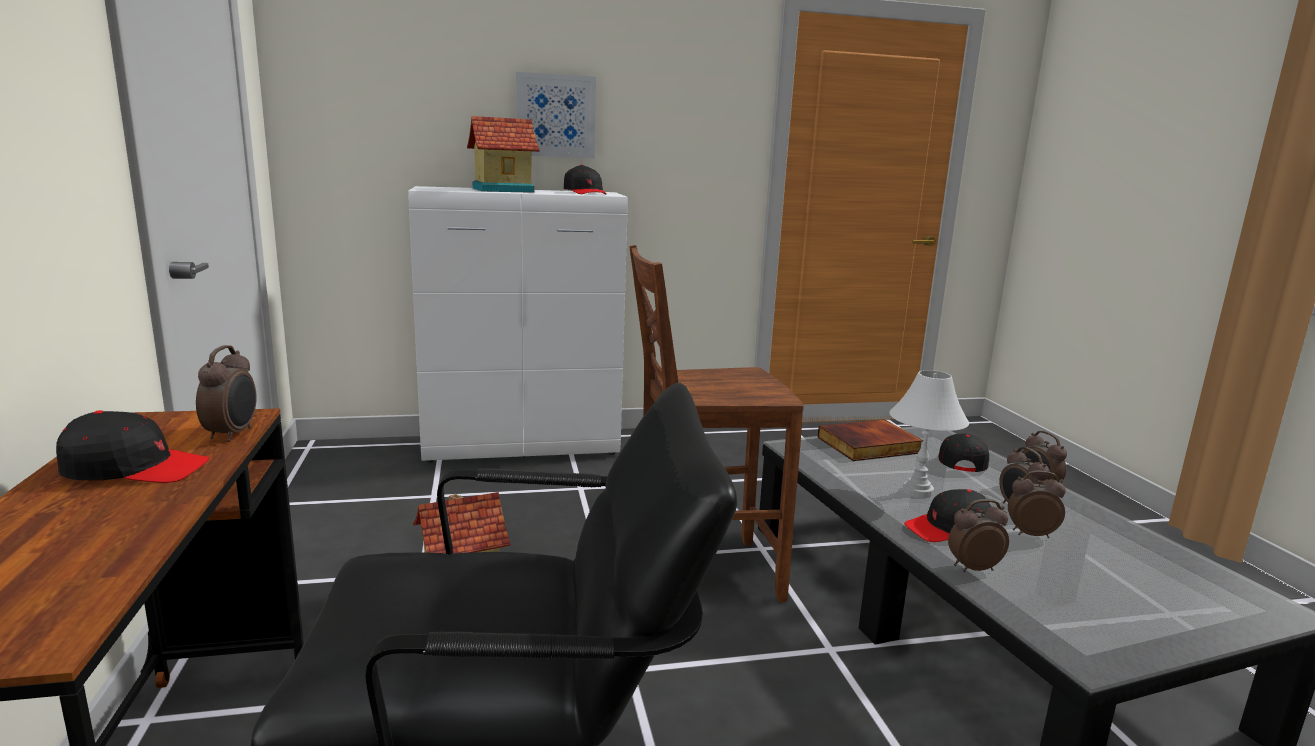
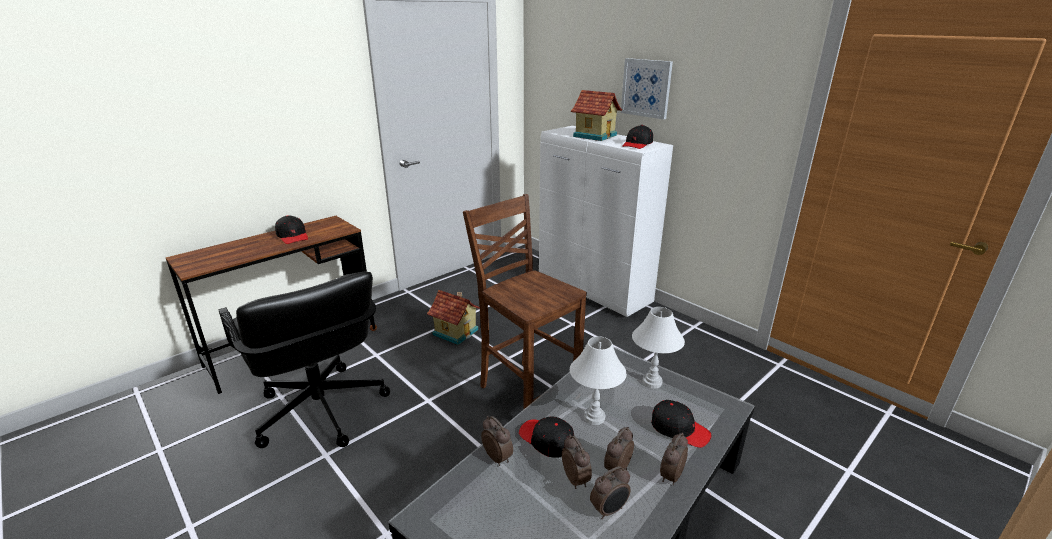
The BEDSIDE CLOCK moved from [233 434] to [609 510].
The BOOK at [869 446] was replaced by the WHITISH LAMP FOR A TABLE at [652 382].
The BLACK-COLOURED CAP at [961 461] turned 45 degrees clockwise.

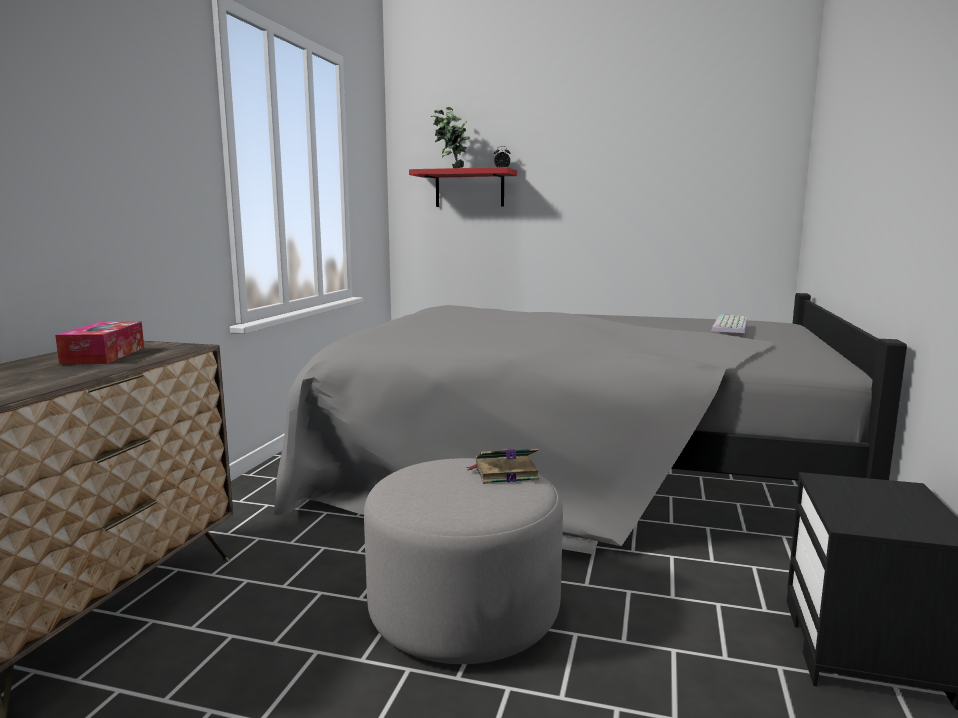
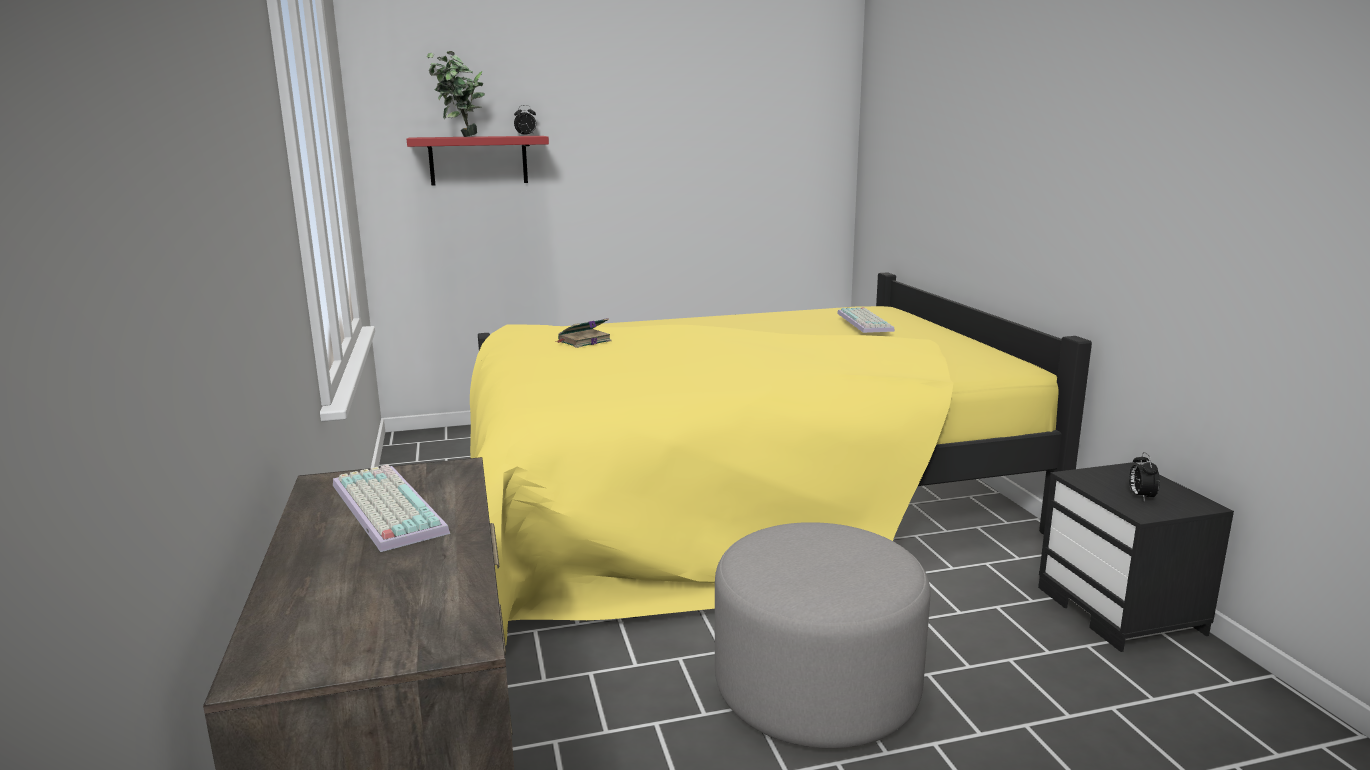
The BEDSIDE CLOCK at [1140 496] appeared.
The BOOK moved from [504 473] to [583 341].
The BOX OF TISSUES at [104 355] was replaced by the PC KEYBOARD at [383 508].
The GREYISH SLEEPING BED at [574 467] became the YELLOW SLEEPING BED at [733 500].

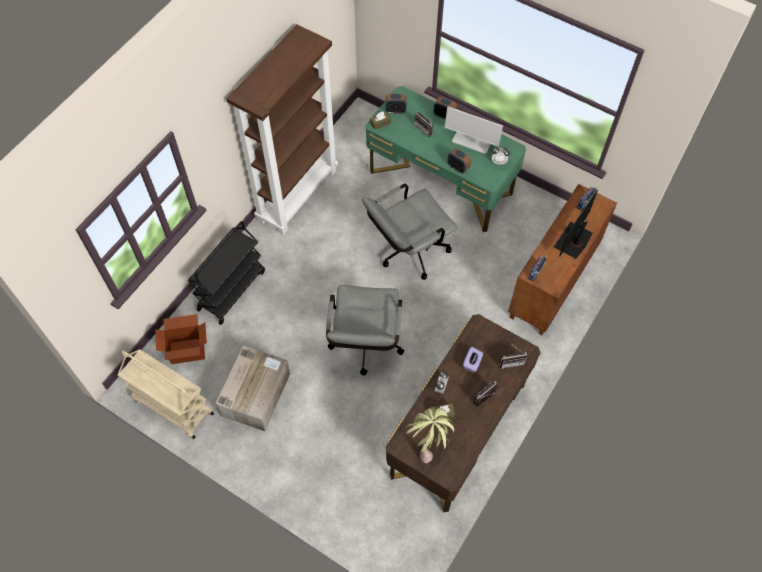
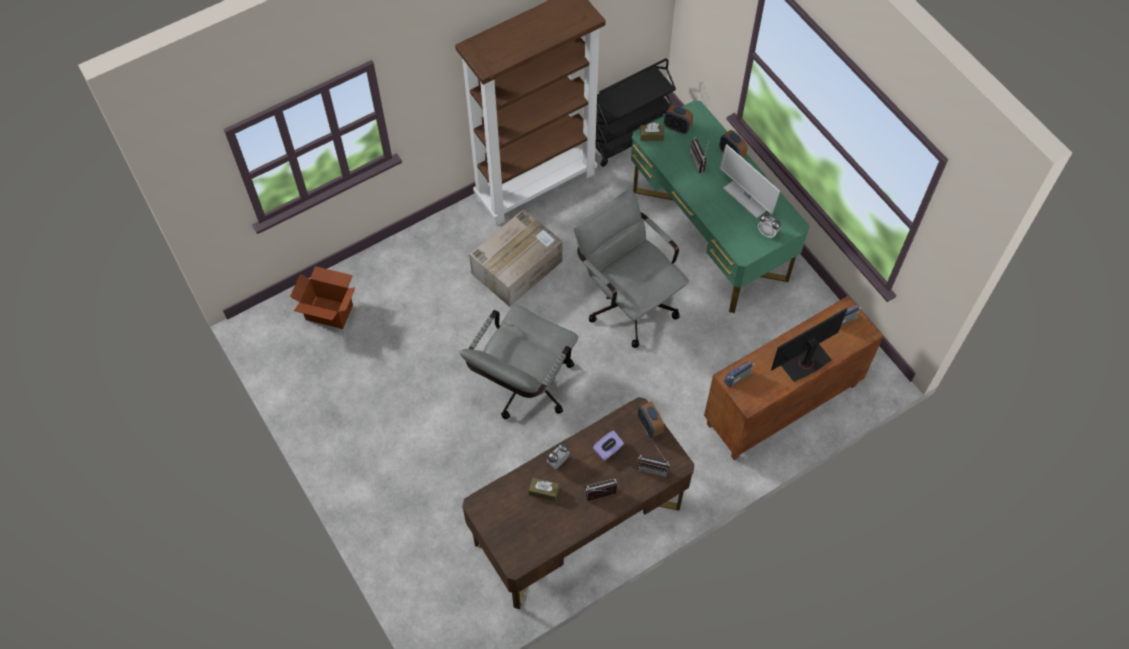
The SAND-COLOURED WHEELED CART at [172 406] disappeared.
The HOUSEPLANT at [428 444] disappeared.
The BLACK-COLOURED WHEELED CART moved from [231 290] to [628 136].
The CARTON moved from [256 393] to [518 266].
The BEDSIDE CLOCK moved from [458 167] to [649 426].
The GREYISH DESK CHAIR at [407 252] turned 60 degrees clockwise.

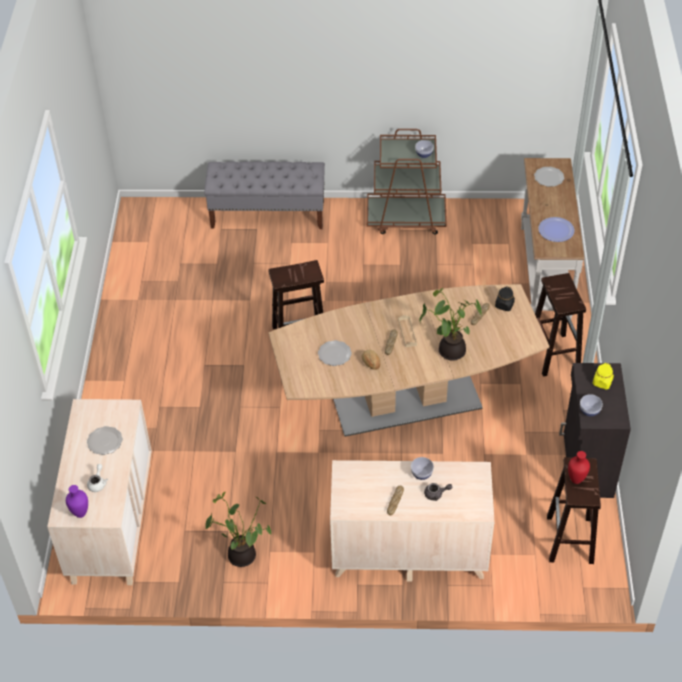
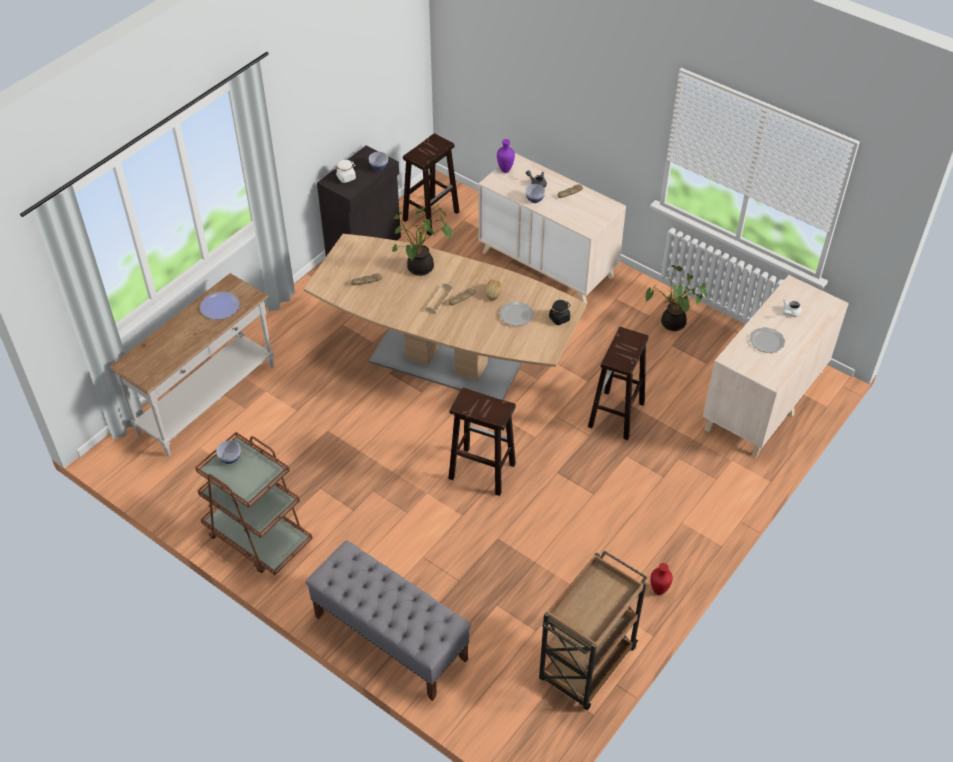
The FLAT DISH at [548 177] disappeared.
The BROWN WHEELED CART at [586 666] appeared.
The PURPLE FLOWER VASE moved from [80 514] to [506 170].
The BLACK-COLOURED JAR moved from [504 305] to [559 318].
The BROWN STOOL moved from [553 354] to [616 415].
The RED-COLOURED FLOWER VASE moved from [575 480] to [659 591].
The YELLOW JAR at [602 382] became the WHITISH JAR at [346 178].

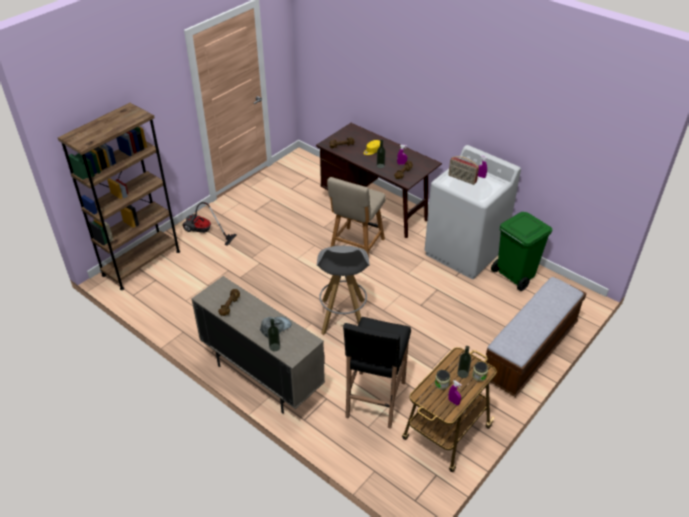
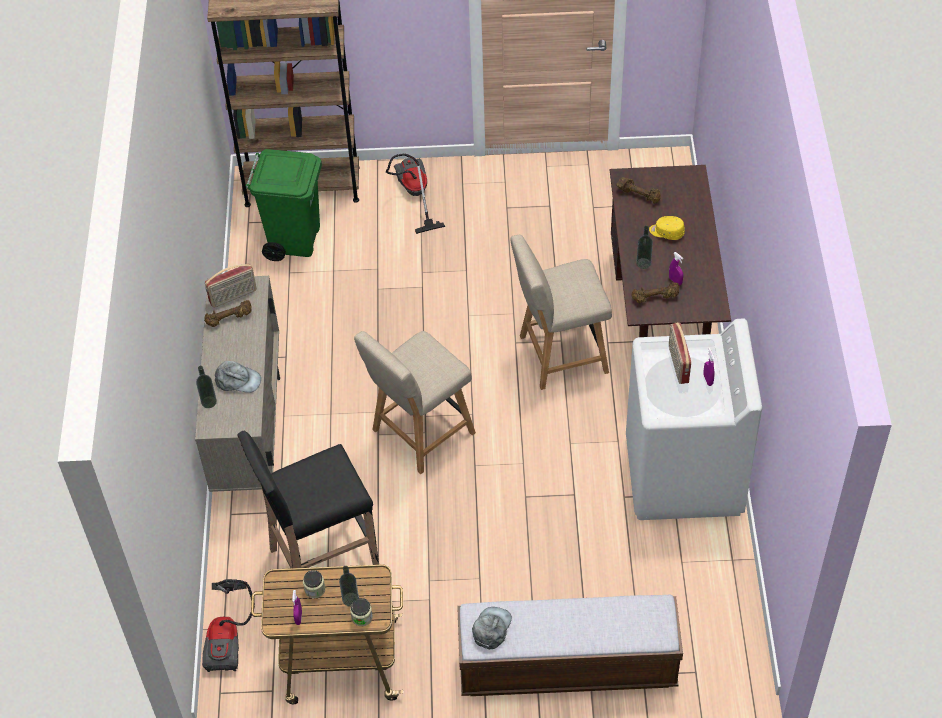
The VACUUM CLEANER at [229 636] appeared.
The RADIO RECEIVER at [233 296] appeared.
The GREYISH CAP at [491 628] appeared.
The GREEN-COLOURED RUBBISH BIN moved from [514 275] to [294 240].
The GREYISH STOOL at [343 317] was replaced by the SAND-COLOURED UPRIGHT CHAIR at [419 434].

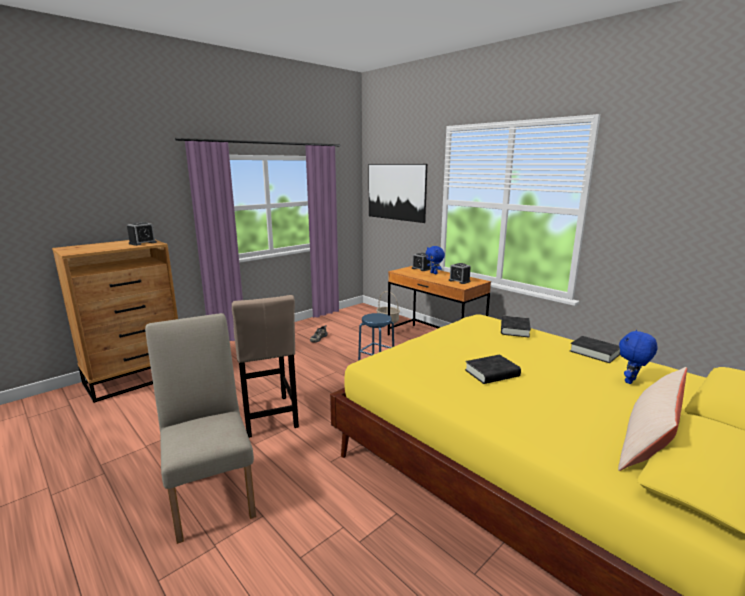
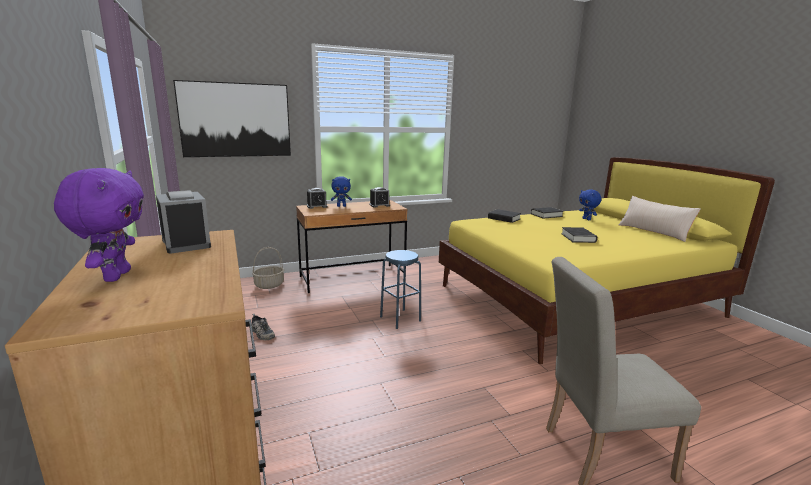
The SAND-COLOURED STOOL at [269 418] disappeared.
The PURPLE PLUSH TOY at [115 276] appeared.

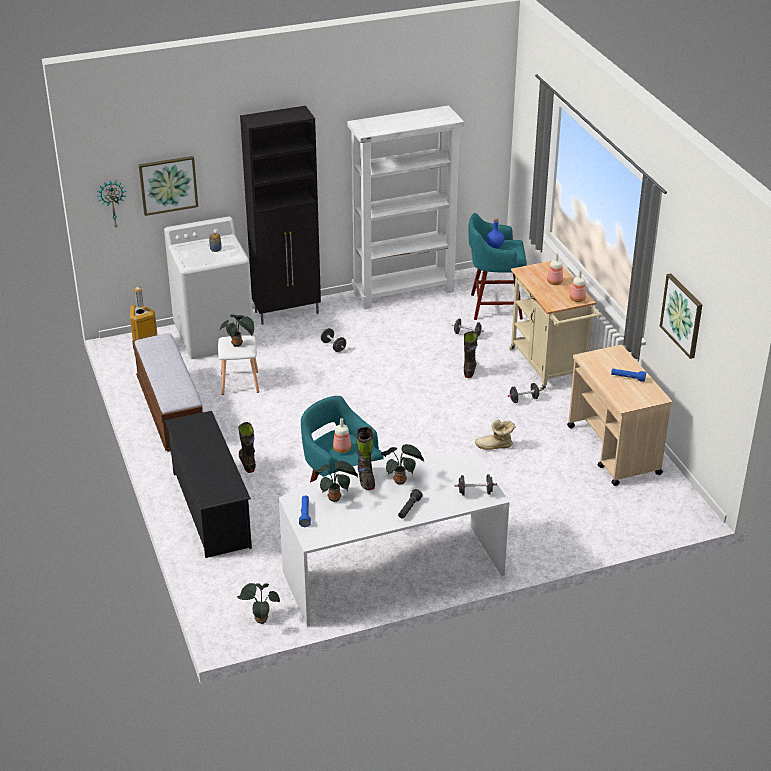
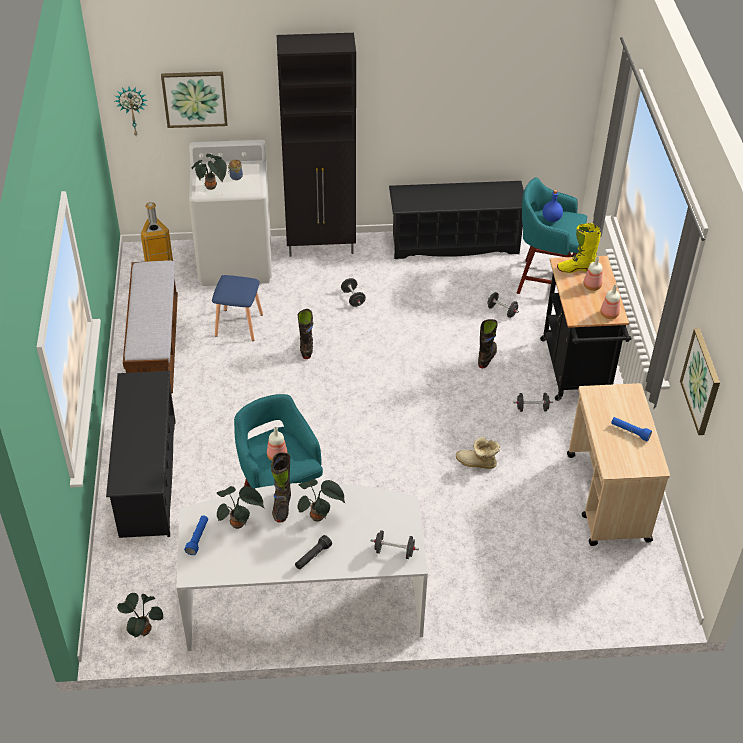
The YELLOW HIGH-TOP BOOT at [576 268] appeared.
The HOUSEPLANT moved from [238 345] to [212 187].
The BLACK-COLOURED HIGH-TOP BOOT moved from [247 463] to [306 347].
The WHITISH BOOKCASE at [404 292] was replaced by the BLACK-COLOURED SHOE SHELF at [454 243].
The WHITISH STOOL at [240 383] became the BLUE STOOL at [239 325].
The SAND-COLOURED WHEELED CART at [549 368] became the BLACK-COLOURED WHEELED CART at [576 373].

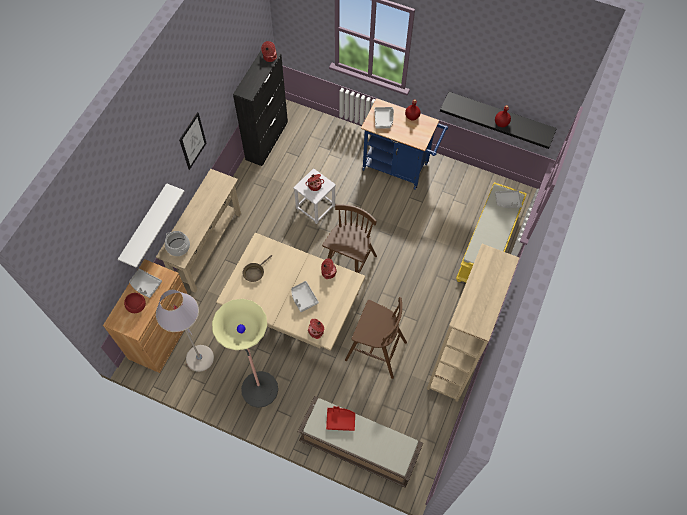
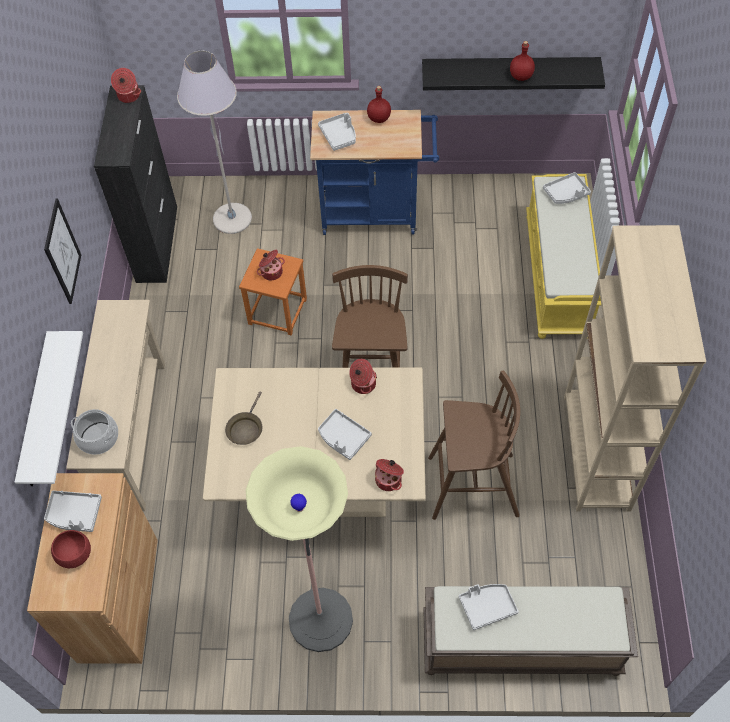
The GREYISH STANDARD LAMP moved from [199 358] to [232 219].
The WHITISH STOOL at [315 207] became the ORANGE STOOL at [278 311].
The RED-COLOURED TRAY at [340 420] became the GREYISH TRAY at [487 606].

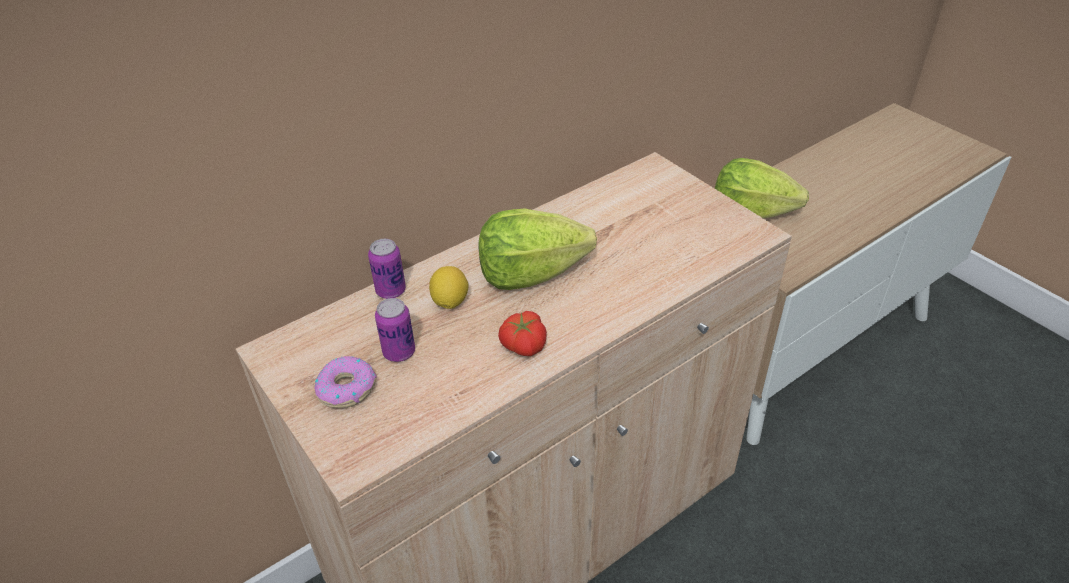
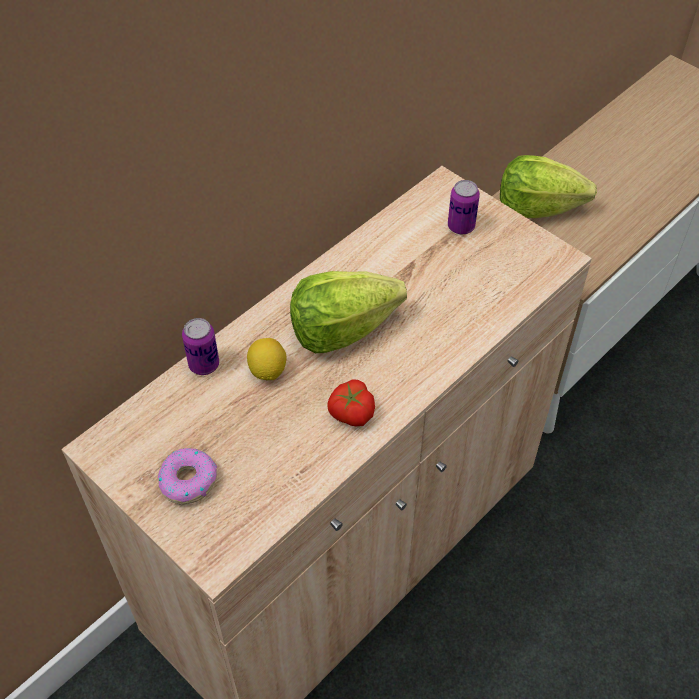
The METAL CAN moved from [399 352] to [461 226].

